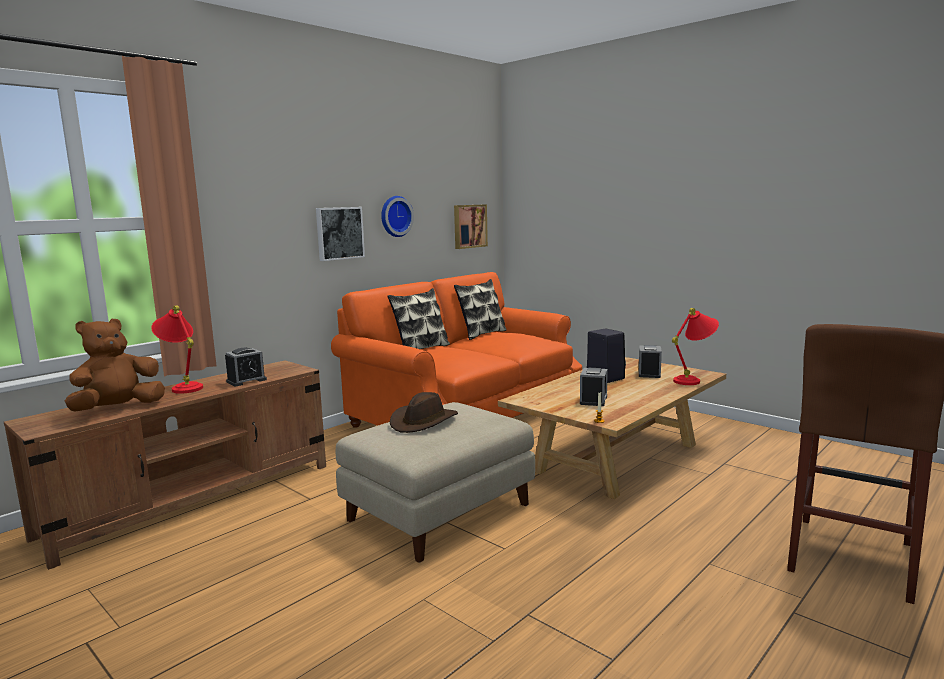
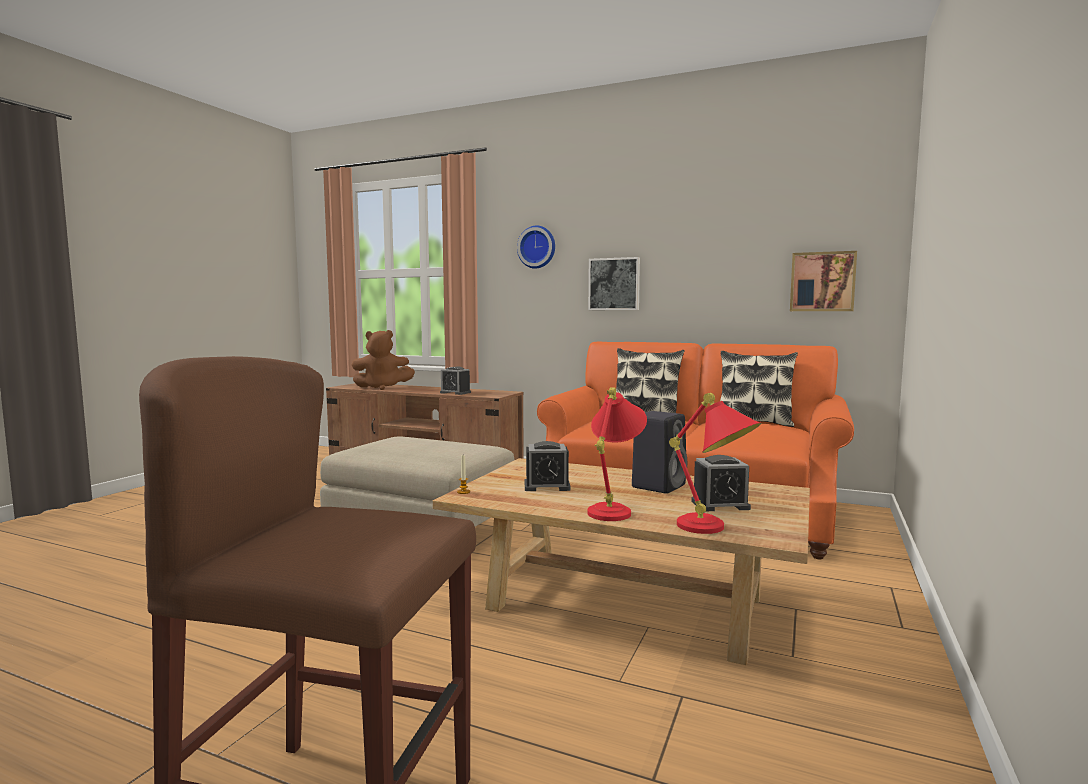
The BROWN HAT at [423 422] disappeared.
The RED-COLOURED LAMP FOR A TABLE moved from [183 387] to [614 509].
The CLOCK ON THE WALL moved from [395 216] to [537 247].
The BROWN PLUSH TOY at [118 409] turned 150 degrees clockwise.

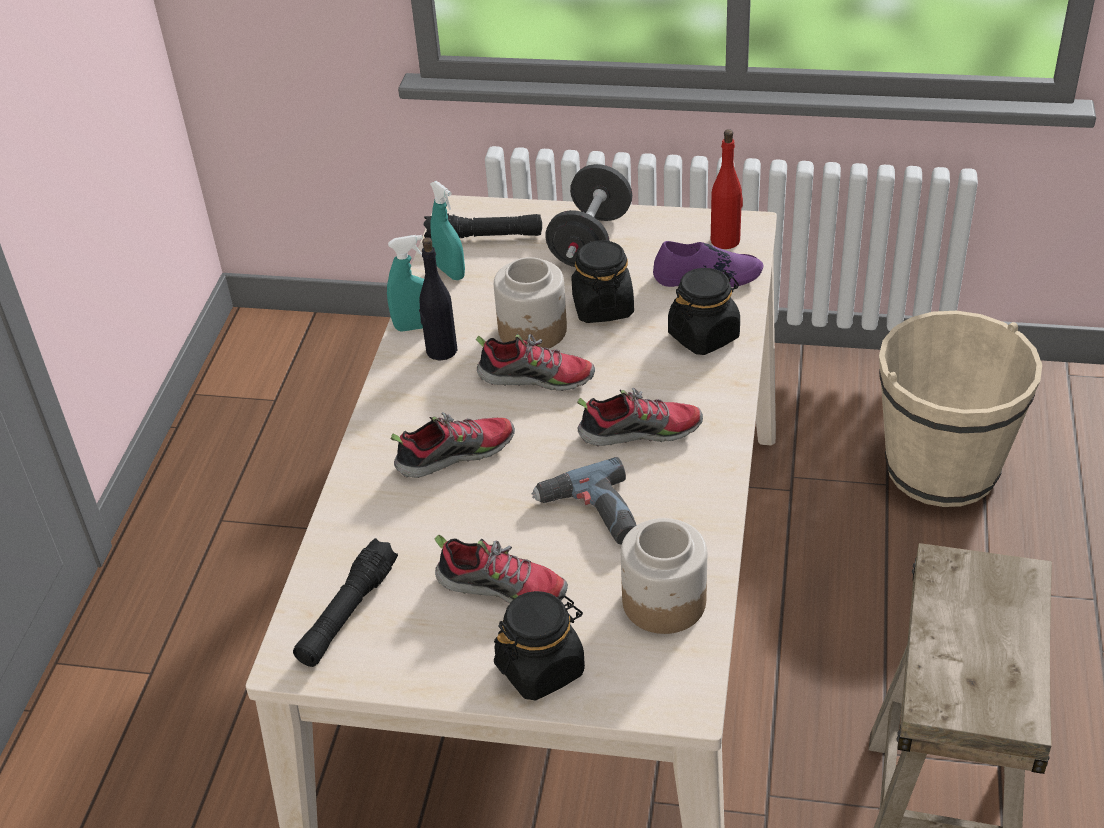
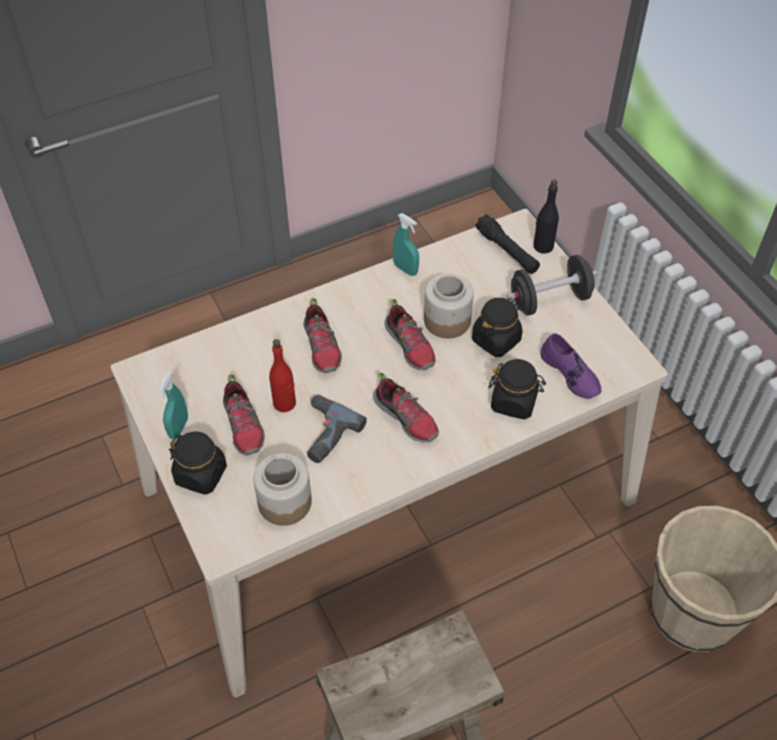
The BLACK-COLOURED FLASHLIGHT at [347 613] disappeared.
The BLACK-COLOURED DRINK BOTTLE moved from [441 350] to [543 246].
The TURQUOISE-COLOURED SPRAYER moved from [450 272] to [178 428].
The RED-COLOURED DRINK BOTTLE moved from [725 240] to [285 403].
The ITEM OF FOOTWEAR at [455 454] turned 45 degrees clockwise.

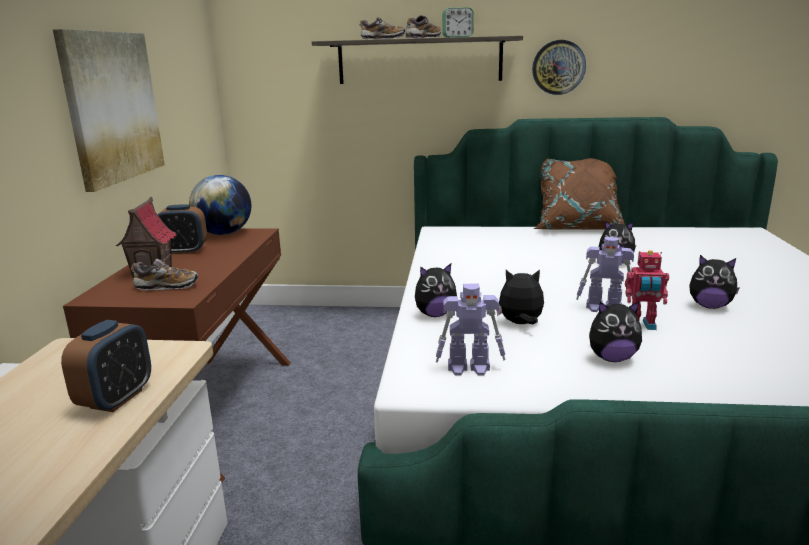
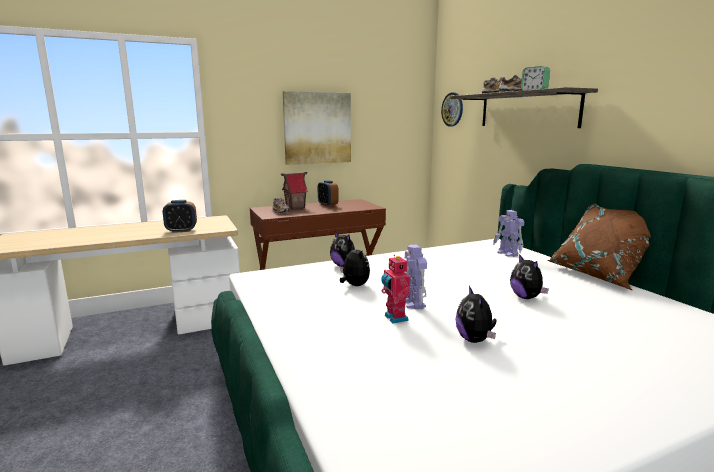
The WORLD GLOBE at [224 233] disappeared.
The PLUSH TOY at [612 358] disappeared.
The TOY ROBOT moved from [470 368] to [508 254].
The CLOCK ON THE WALL moved from [558 67] to [452 109].

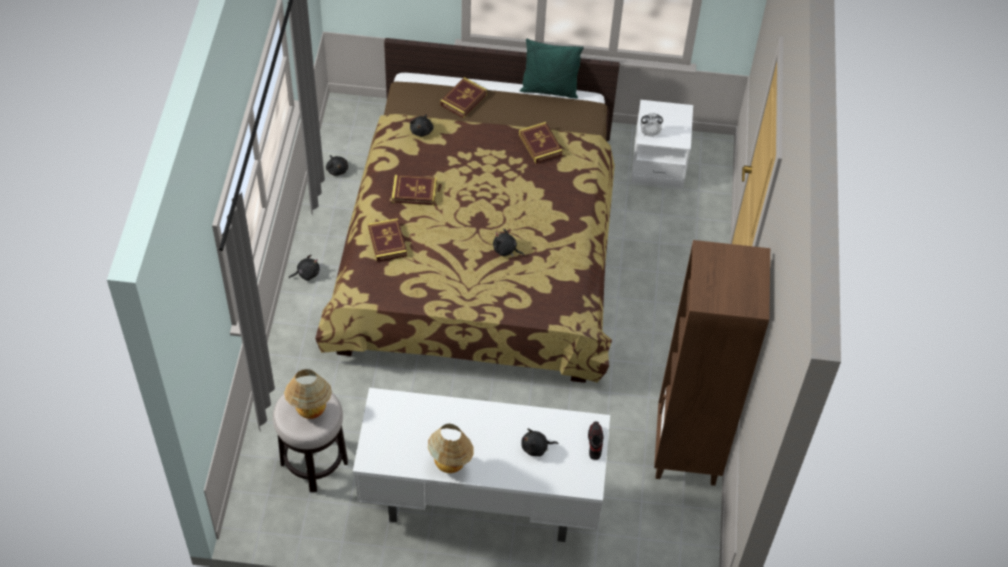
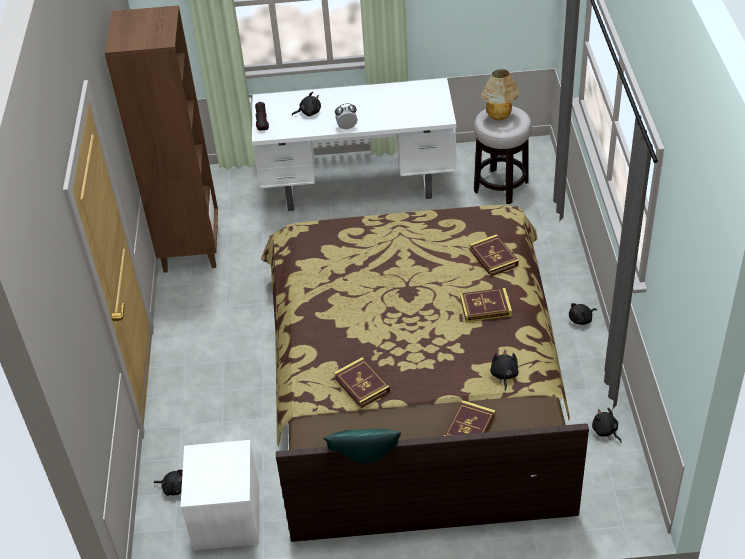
The LAMP FOR A TABLE at [450 465] disappeared.
The BLACK-COLOURED PLUSH TOY moved from [506 250] to [174 488].
The BEDSIDE CLOCK moved from [649 133] to [347 127].

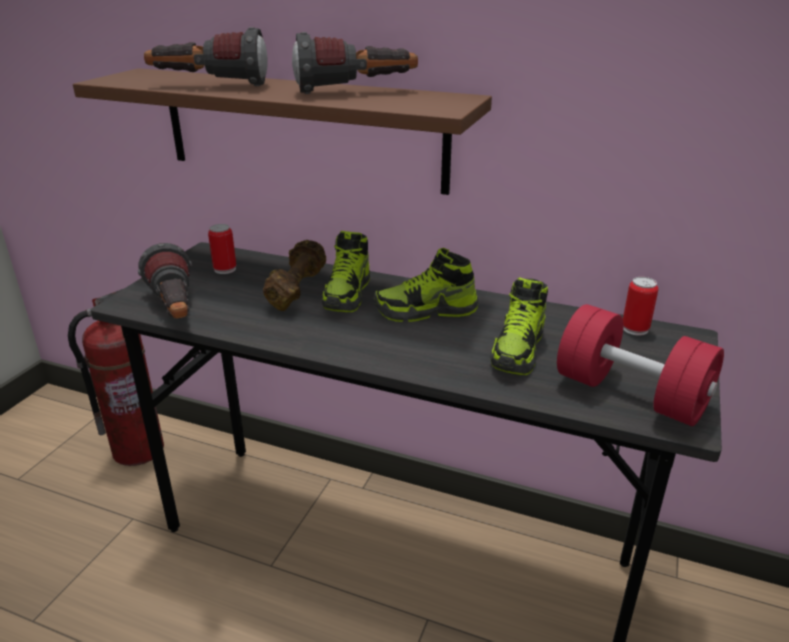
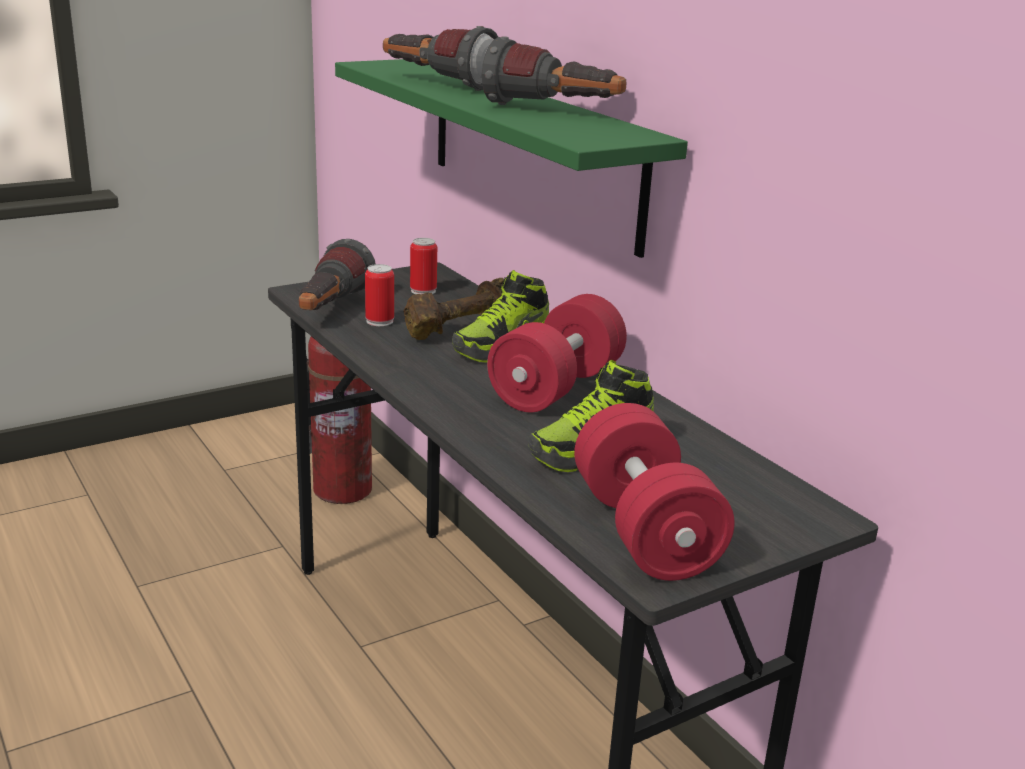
The METAL CAN moved from [635 329] to [379 321].
The ITEM OF FOOTWEAR at [426 311] was replaced by the RED-COLOURED FREE WEIGHT at [556 387].
The BROWN WALL SHELF at [301 129] became the GREEN-COLOURED WALL SHELF at [532 150].

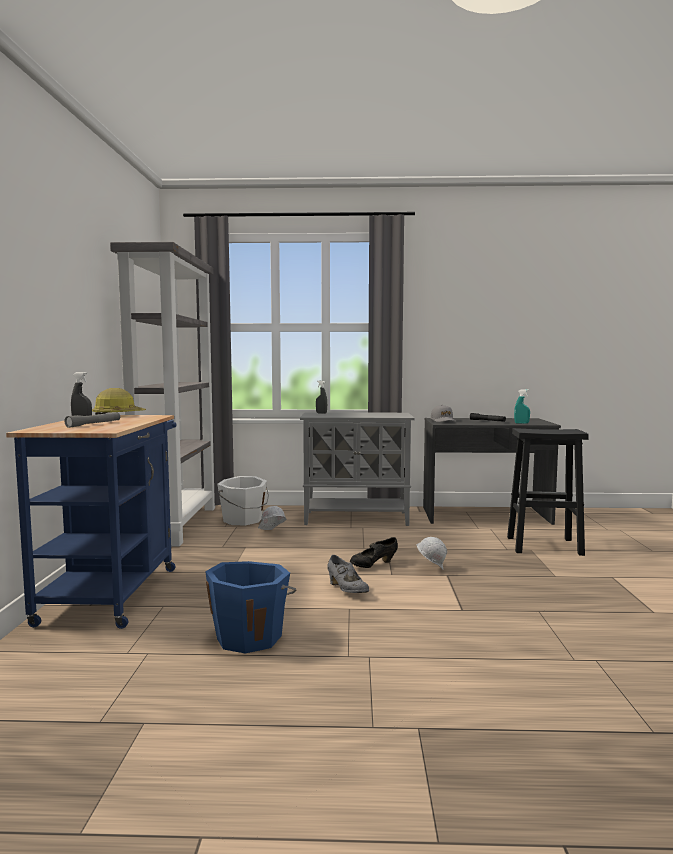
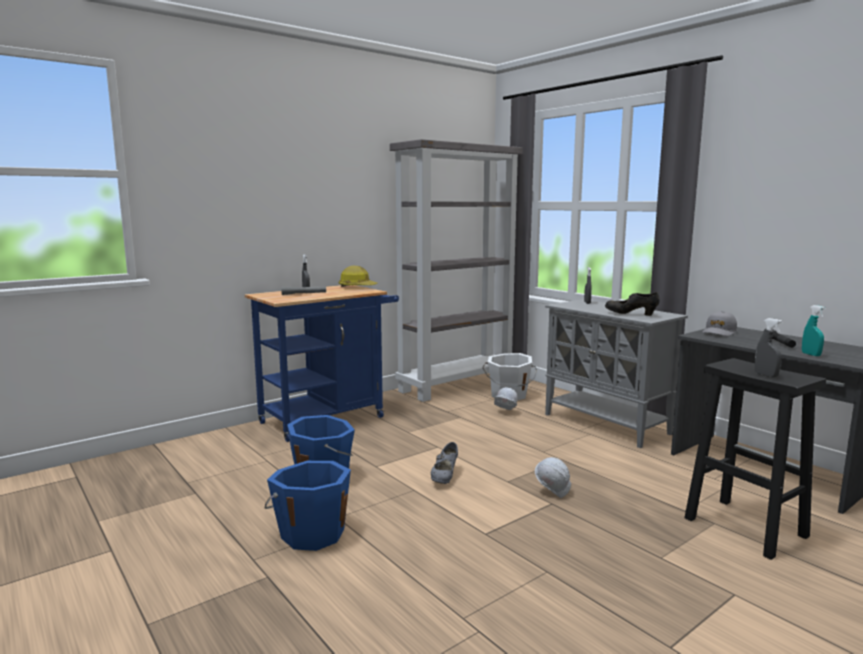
The BLUE BUCKET at [312 533] appeared.
The GREYISH SPRAYER at [766 375] appeared.
The BLACK-COLOURED ITEM OF FOOTWEAR moved from [373 565] to [630 314].

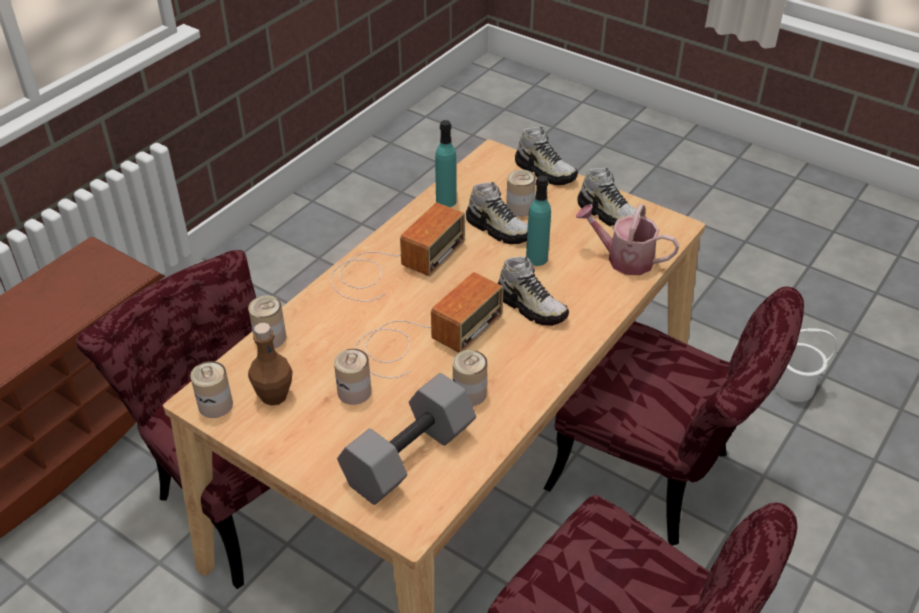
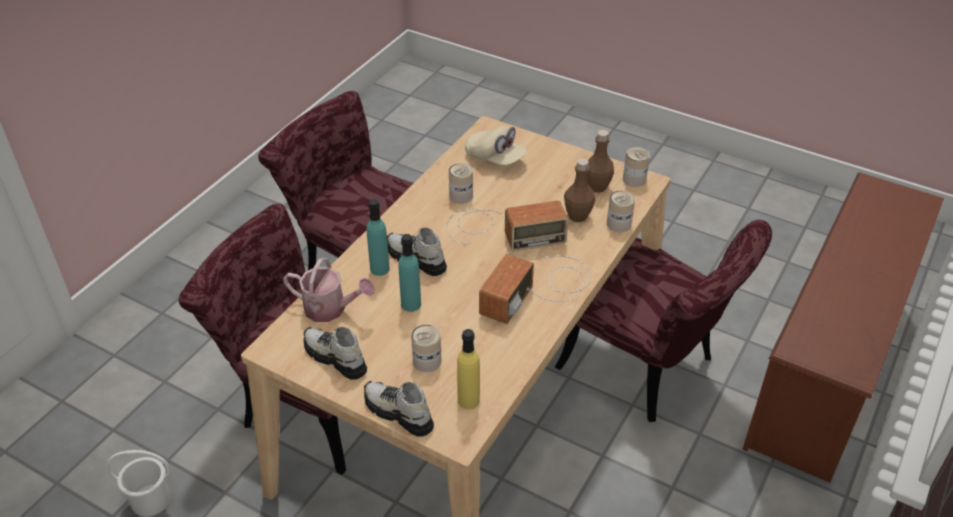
The METAL CAN at [354 392] disappeared.
The ITEM OF FOOTWEAR at [499 229] disappeared.
The YELLOW DRINK BOTTLE at [468 400] appeared.
The BROWN DRINK BOTTLE at [577 216] appeared.
The TURQUOISE-COLOURED DRINK BOTTLE moved from [446 201] to [379 269].
The GREYISH FREE WEIGHT at [409 458] was replaced by the SAND-COLOURED CAP at [495 158].
The RADIO RECEIVER at [423 338] turned 135 degrees counterclockwise.

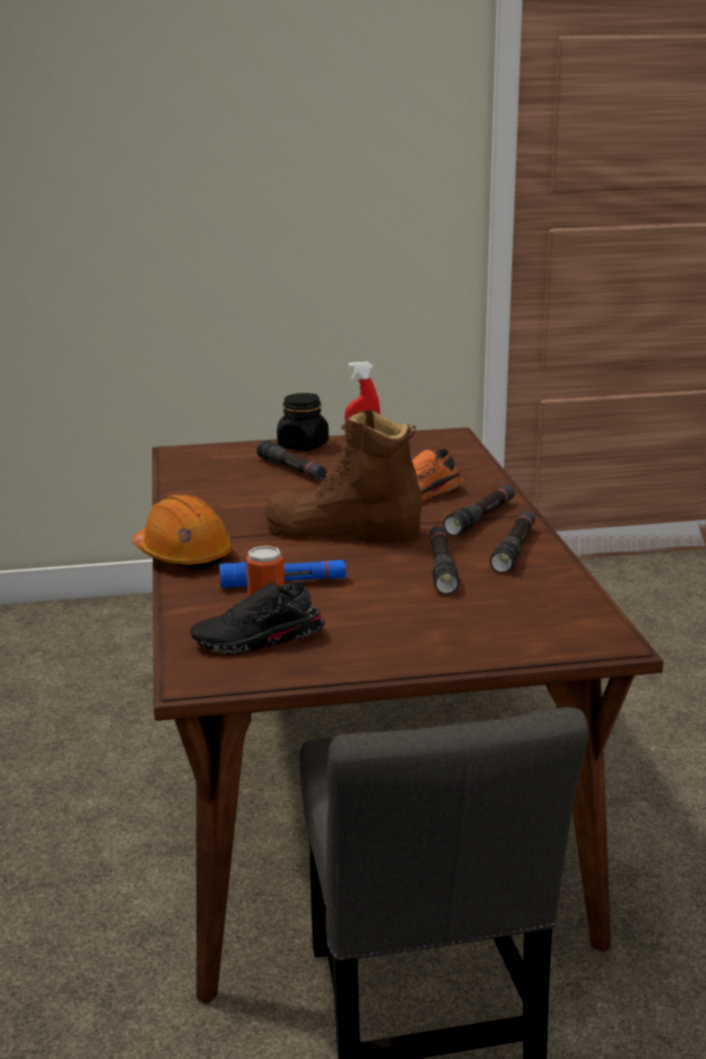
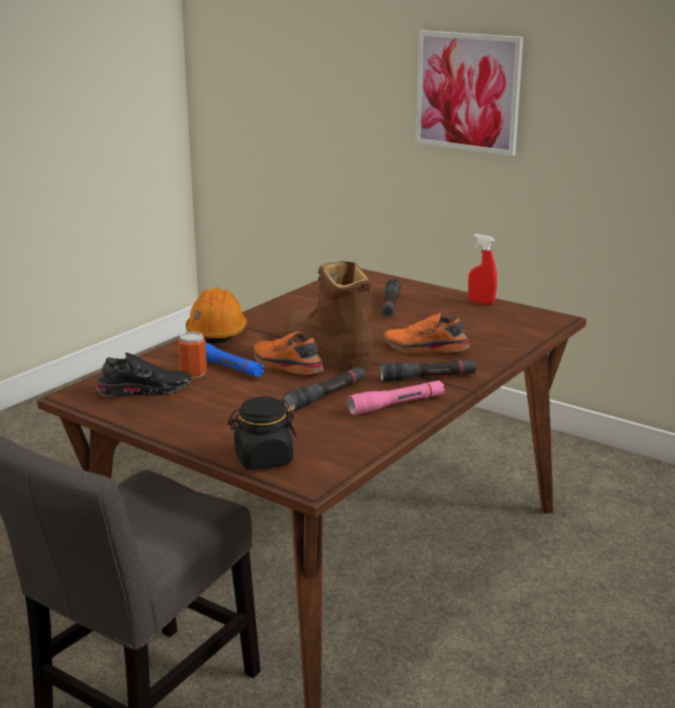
The ORANGE ITEM OF FOOTWEAR at [285 366] appeared.
The PICTURE at [468 92] appeared.
The BLACK-COLOURED JAR moved from [303 446] to [263 459].
The BLACK-COLOURED FLASHLIGHT at [514 549] became the PINK-COLOURED FLASHLIGHT at [397 405].
The BLACK-COLOURED ITEM OF FOOTWEAR at [258 640] turned 135 degrees clockwise.

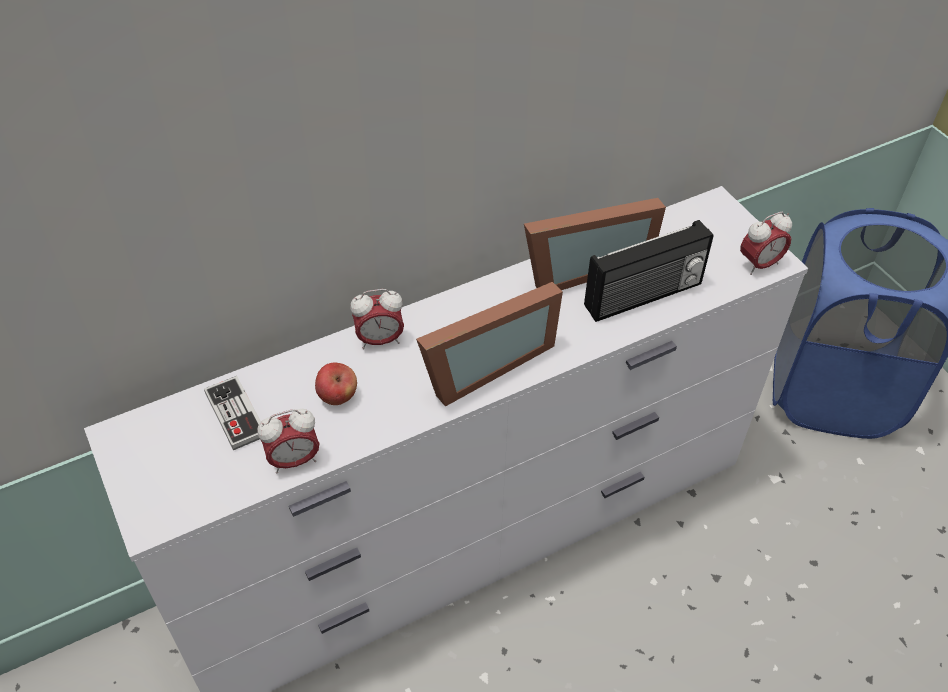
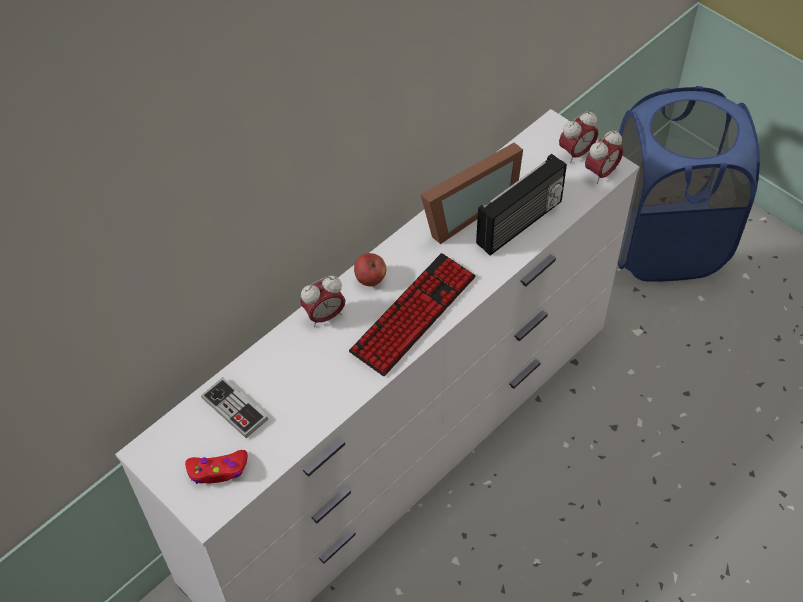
The RED-COLOURED GAMEPAD at [218 470] appeared.
The BEDSIDE CLOCK moved from [294 460] to [576 153].
The WHOLE APPLE moved from [337 396] to [370 279].
The PICTURE FRAME at [481 364] was replaced by the PC KEYBOARD at [413 315].

